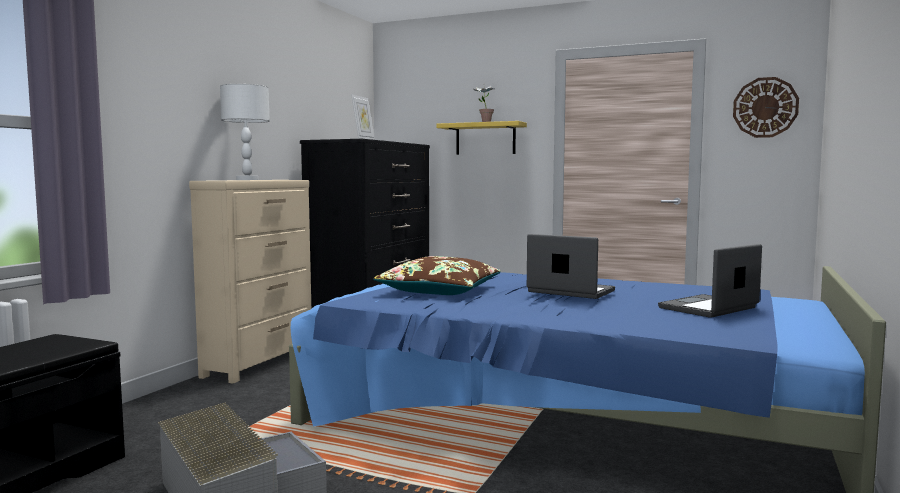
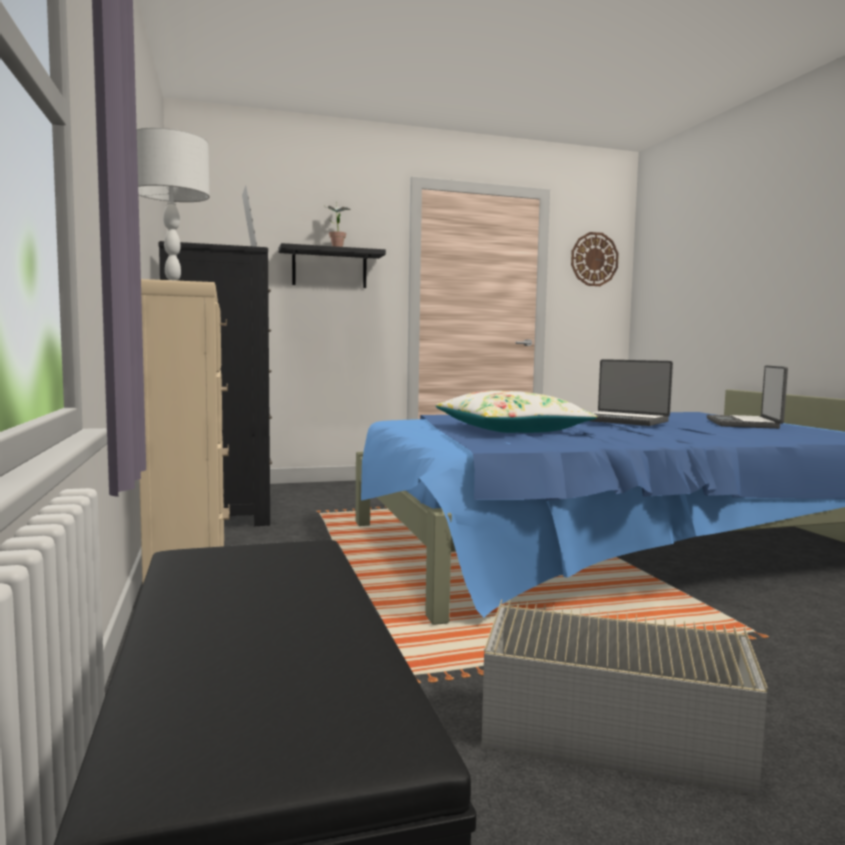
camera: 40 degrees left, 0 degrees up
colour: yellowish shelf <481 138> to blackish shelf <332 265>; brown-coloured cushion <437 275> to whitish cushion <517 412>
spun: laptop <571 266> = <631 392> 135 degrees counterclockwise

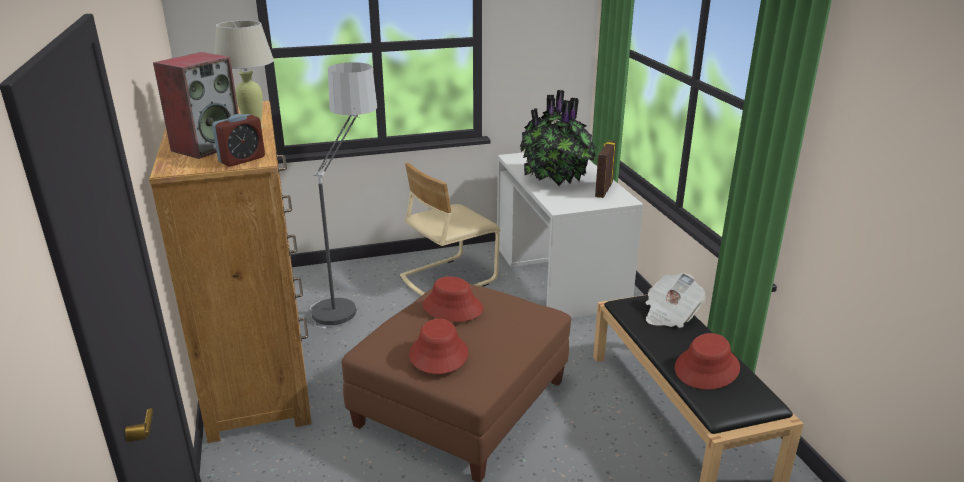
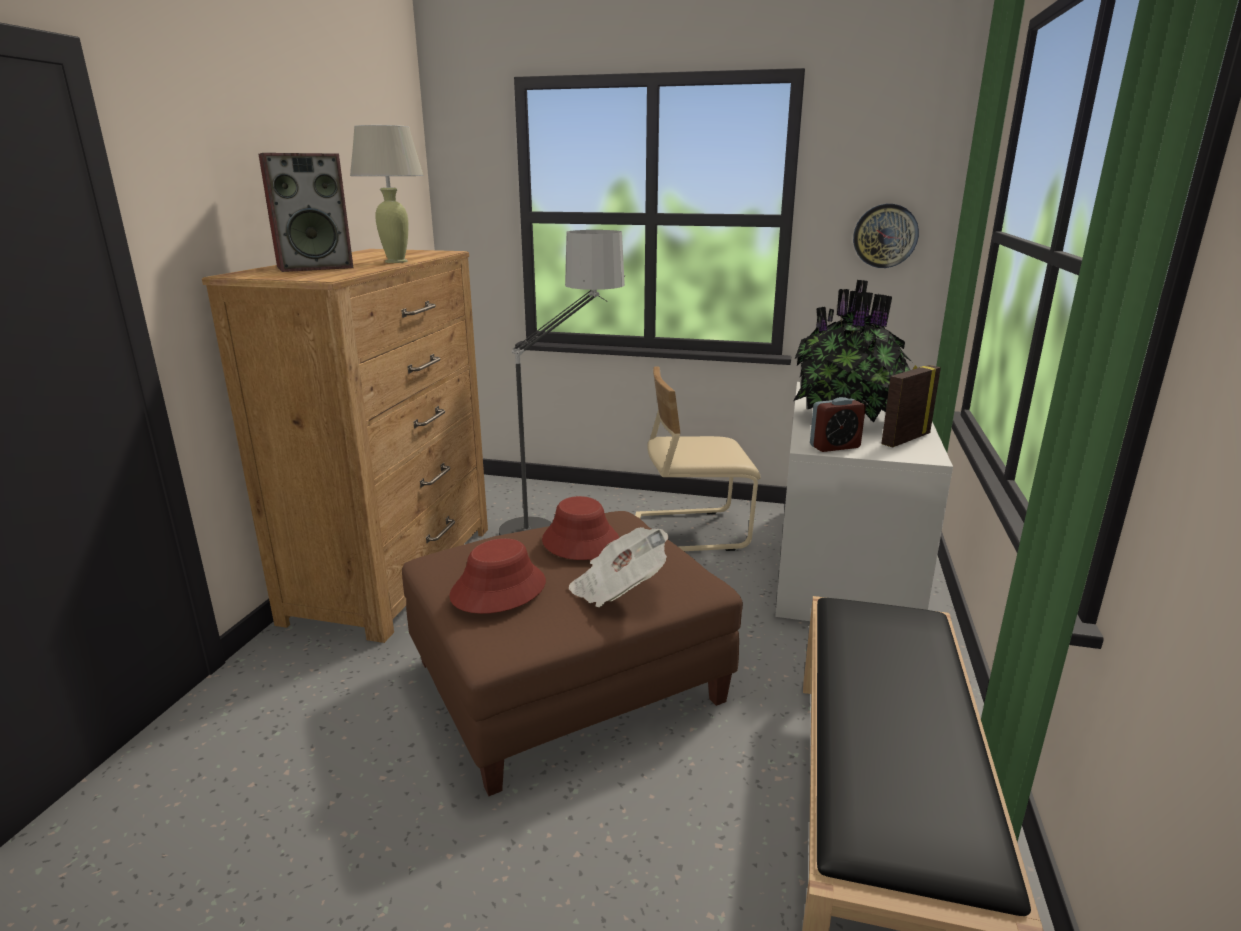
camera: 30 degrees right, 5 degrees down
missing: reddish clothing hat <707 361>
appeared: hanging clock <886 236>
relocated: table clock <238 140> to <838 424>; newspaper <676 300> to <619 567>

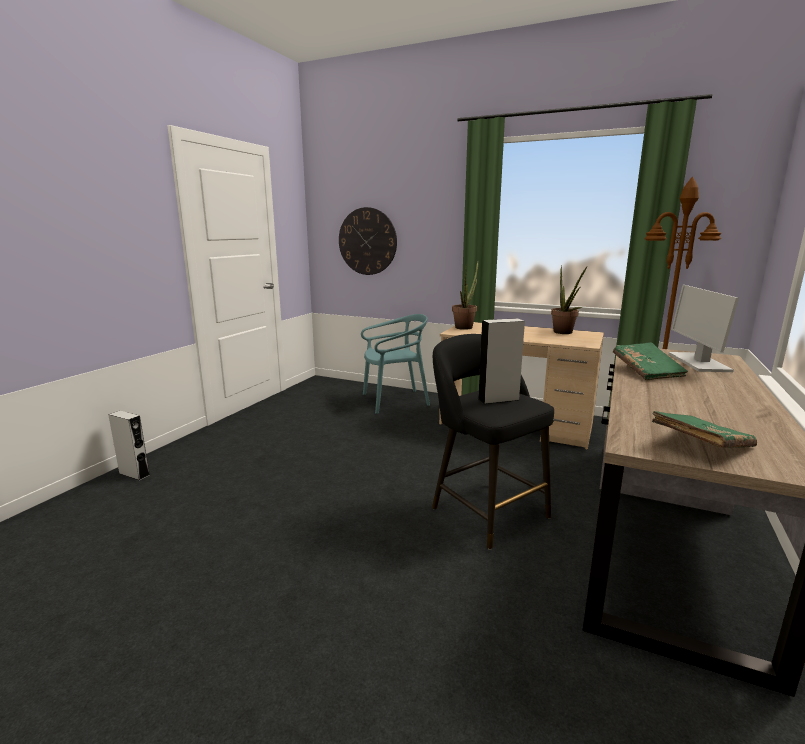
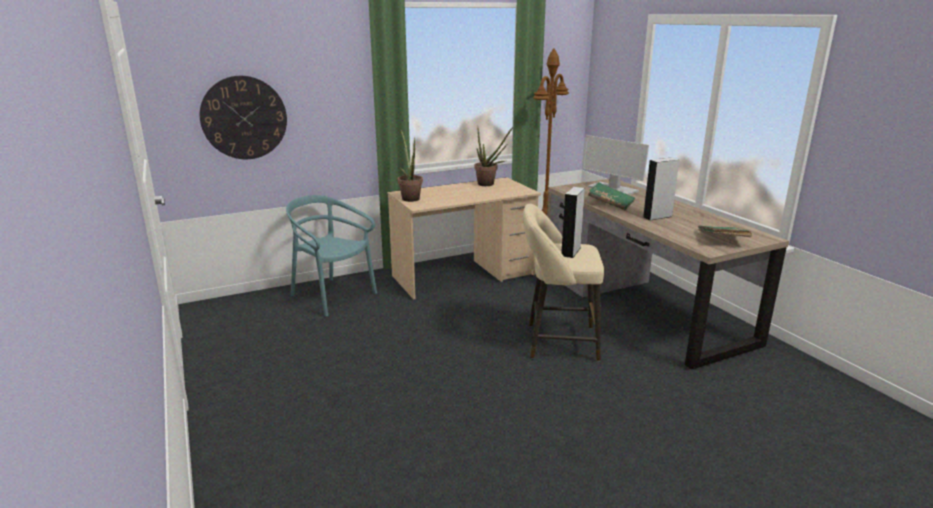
camera: 50 degrees left, 5 degrees up
relocated: grey audio speaker <129 445> to <661 189>
colour: blackish sitting stool <493 442> to beige sitting stool <563 282>
spun: turquoise plain chair <395 364> = <331 256> 75 degrees counterclockwise

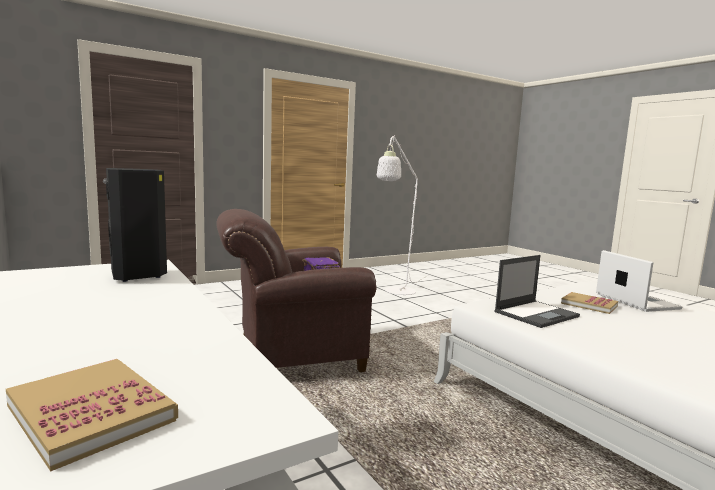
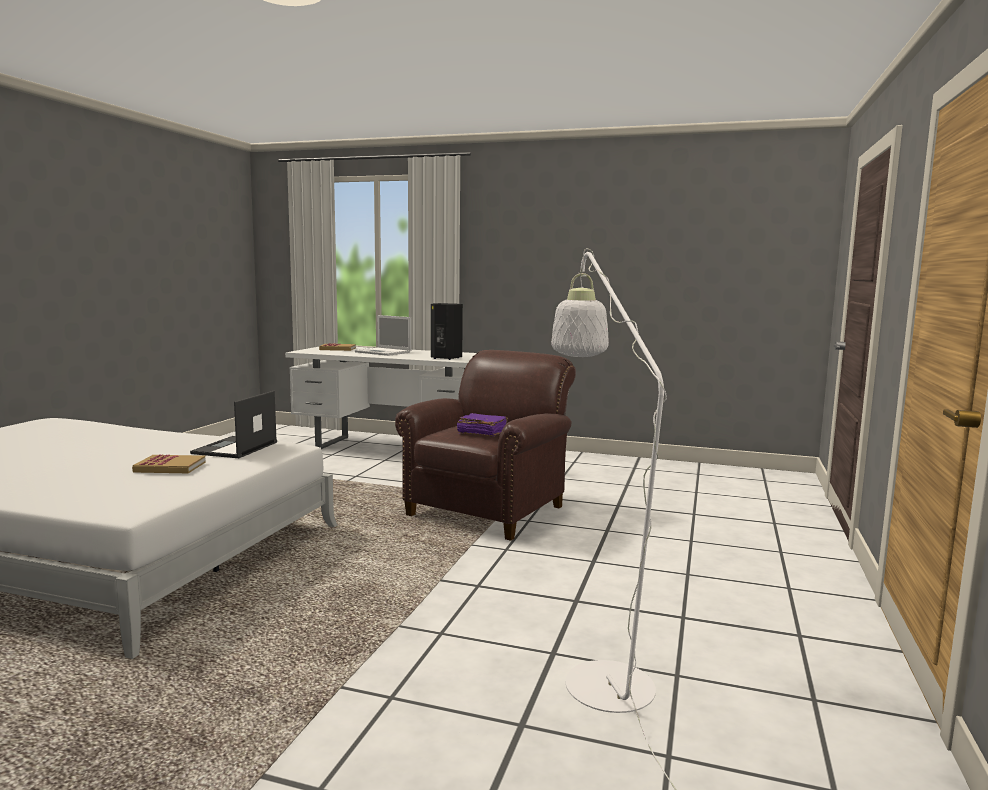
camera: 140 degrees right, 0 degrees up
relocated: laptop <639 281> to <383 335>

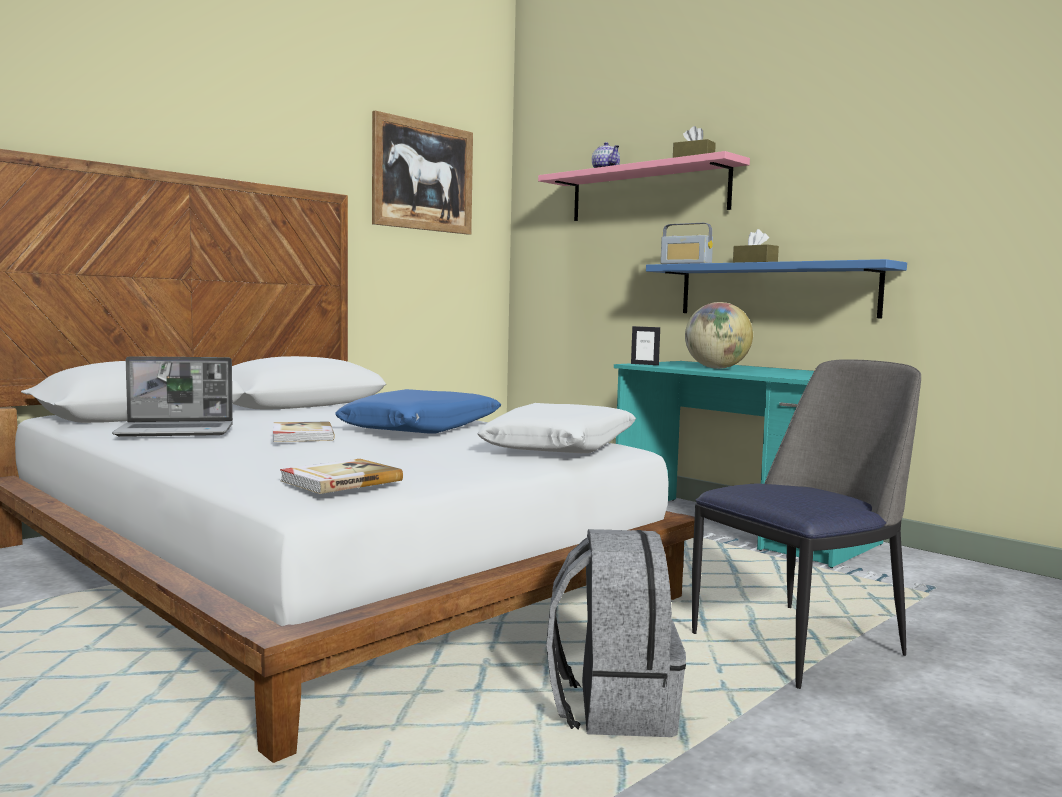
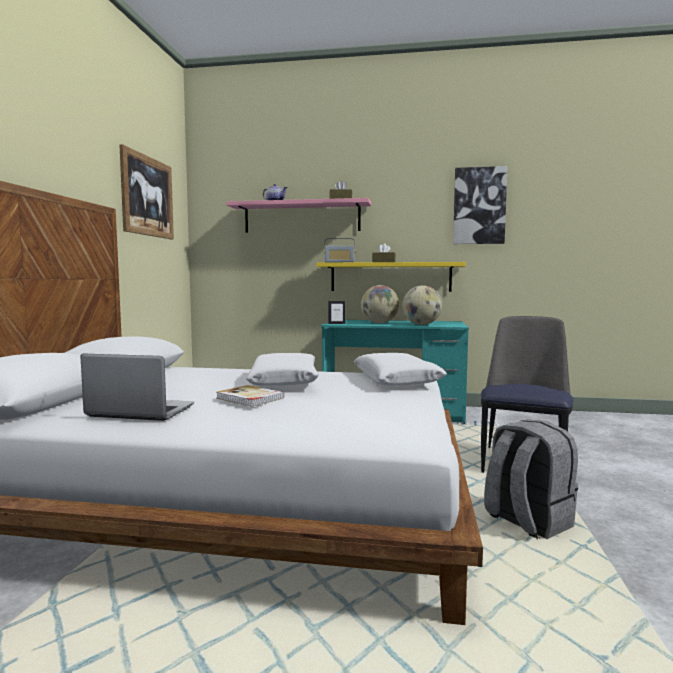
camera: 35 degrees left, 0 degrees up
missing: book <341 476>
appeared: picture <480 205>; world globe <422 305>
colour: bluish shelf <776 288> to yellowish shelf <391 277>; bluish cushion <418 411> to whitish cushion <282 369>
spun: laptop <172 396> = <137 387> 120 degrees counterclockwise

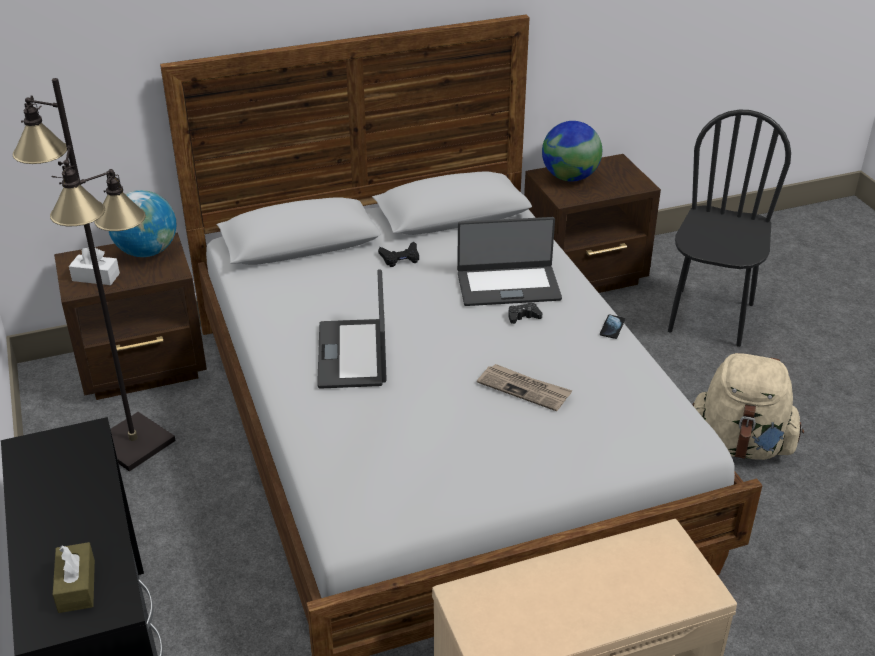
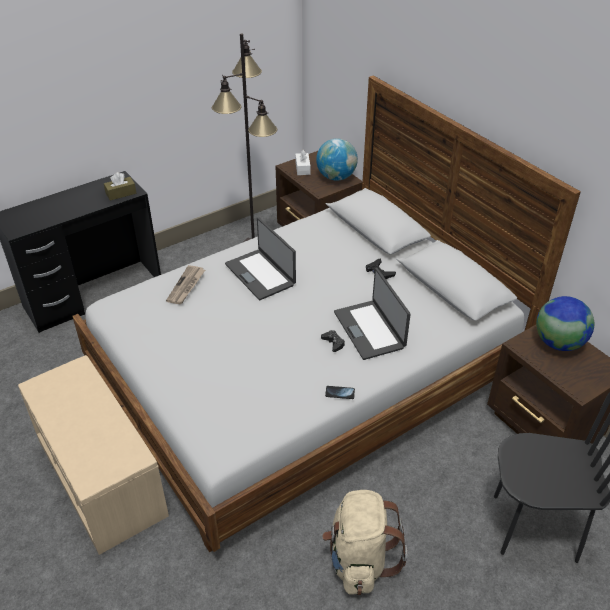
camera: 75 degrees right, 5 degrees up
relocated: newspaper <524 387> to <185 284>; brown-coloured tissue holder <74 577> to <120 186>
spun: laptop <352 329> = <260 258> 105 degrees counterclockwise

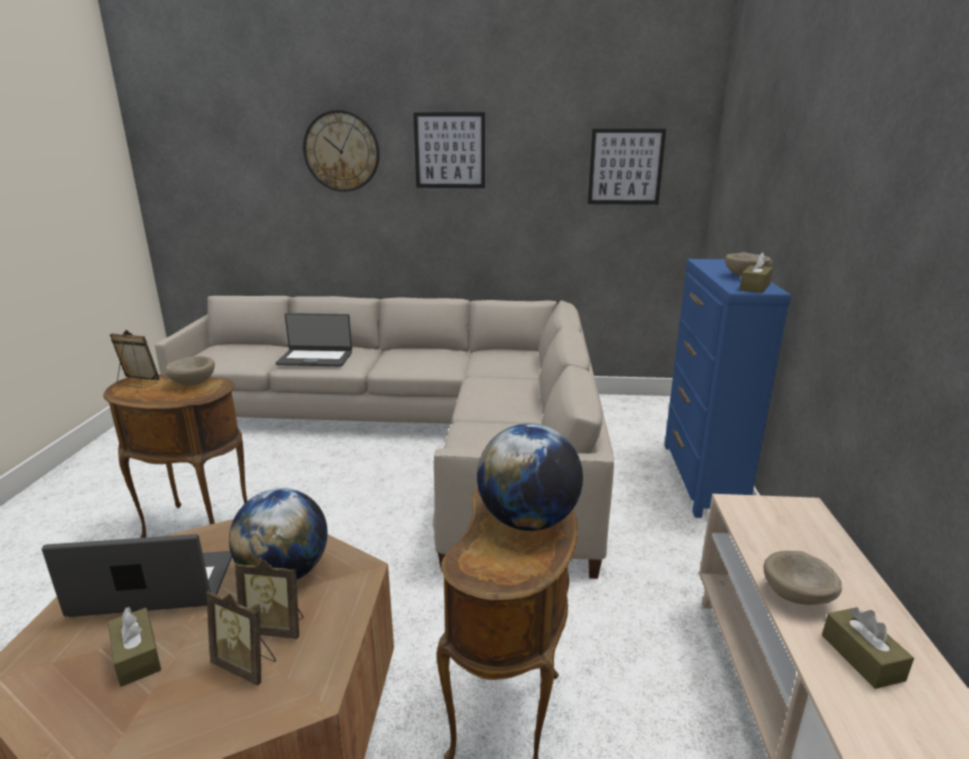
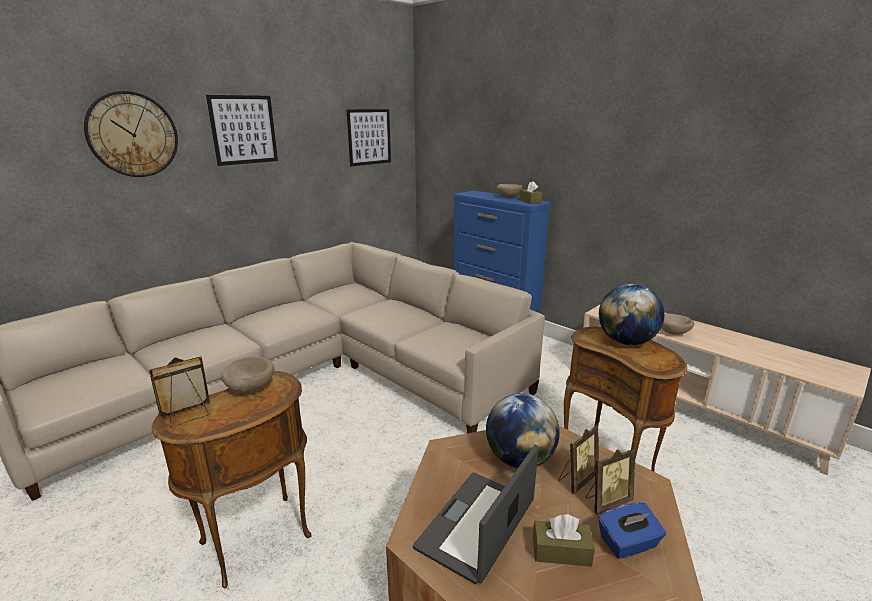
camera: 50 degrees left, 0 degrees up
missing: laptop <314 339>; brown-coloured tissue holder <868 648>
appeared: bluish tissue holder <632 530>

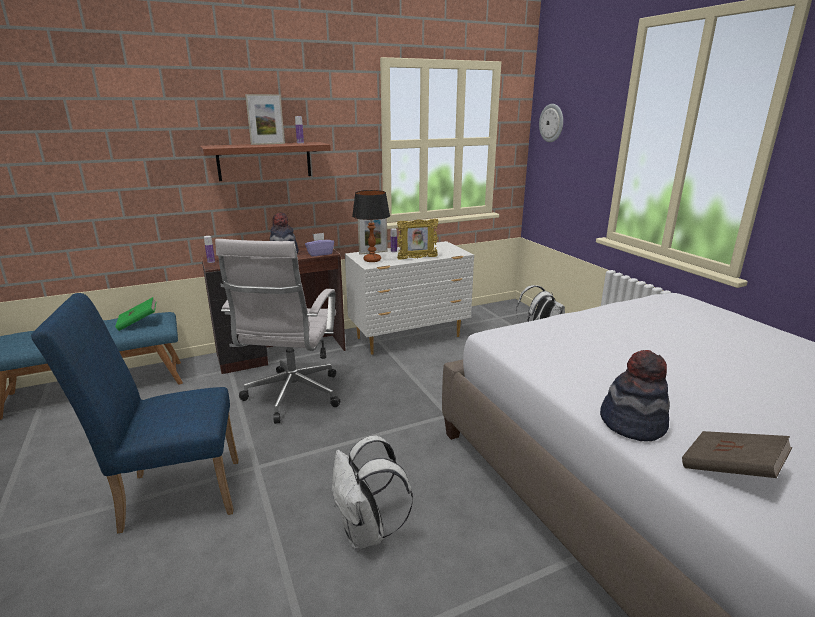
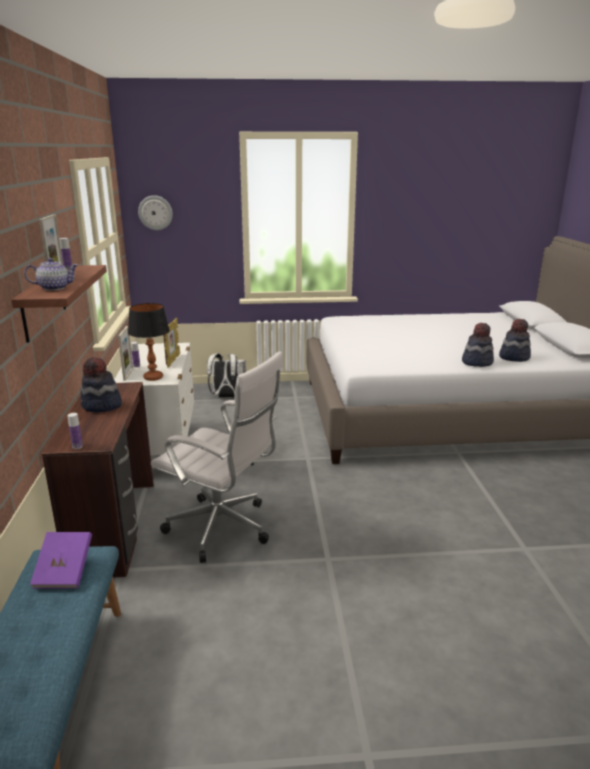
camera: 70 degrees left, 0 degrees up
missing: purple-coloured tissue holder <319 244>; bluish plain chair <134 413>; whitish rucksack <372 492>
appeared: pot for tea <51 274>
exchanged: brown-coloured book <737 454> to clothing hat <515 340>
colour: greenish book <136 314> to purple-coloured book <61 560>

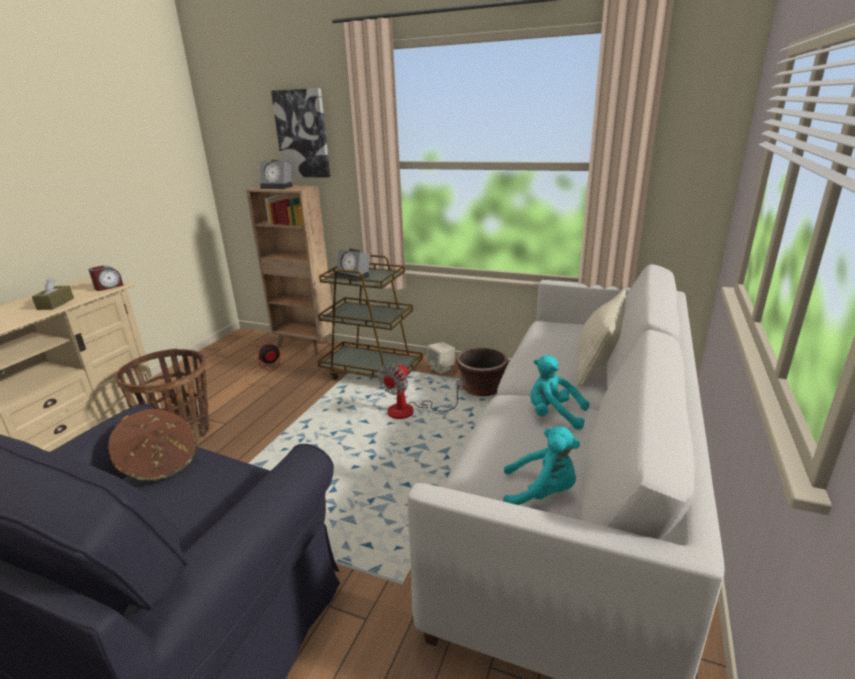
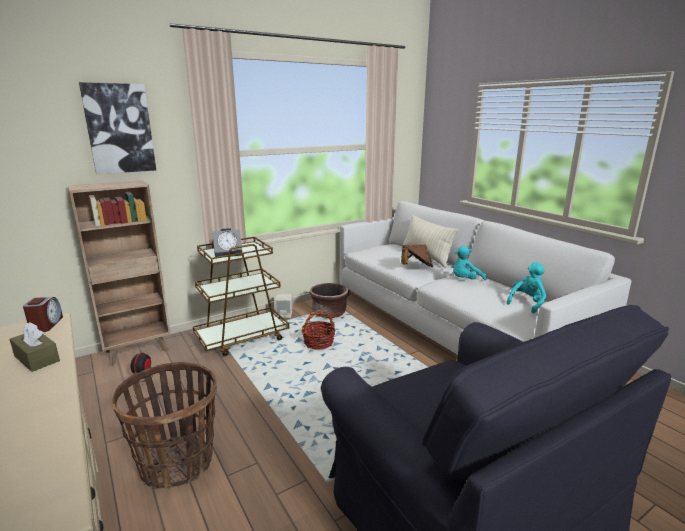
camera: 55 degrees left, 5 degrees down
missing: table clock <276 174>
relocated: brown-coloured clothing hat <152 445> to <417 256>
exchanged: electric fan <420 391> to basket <319 330>

